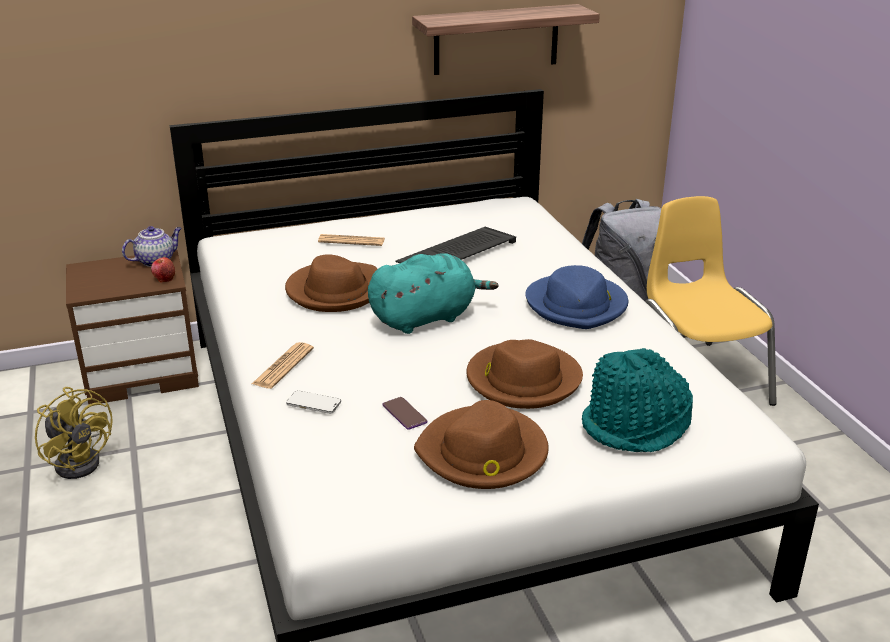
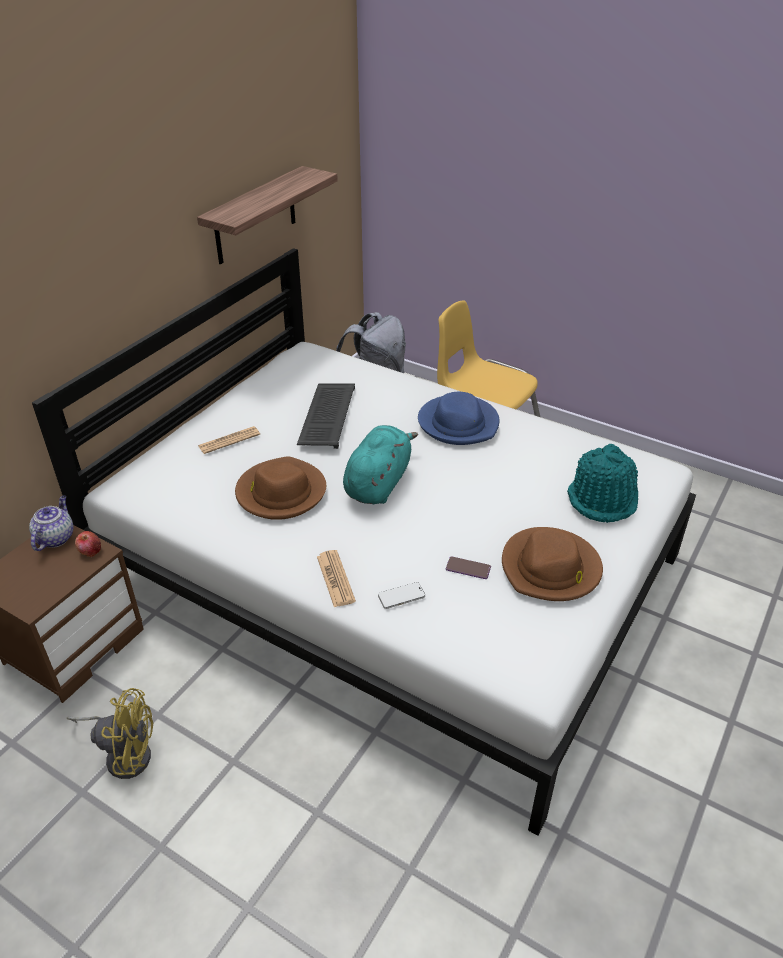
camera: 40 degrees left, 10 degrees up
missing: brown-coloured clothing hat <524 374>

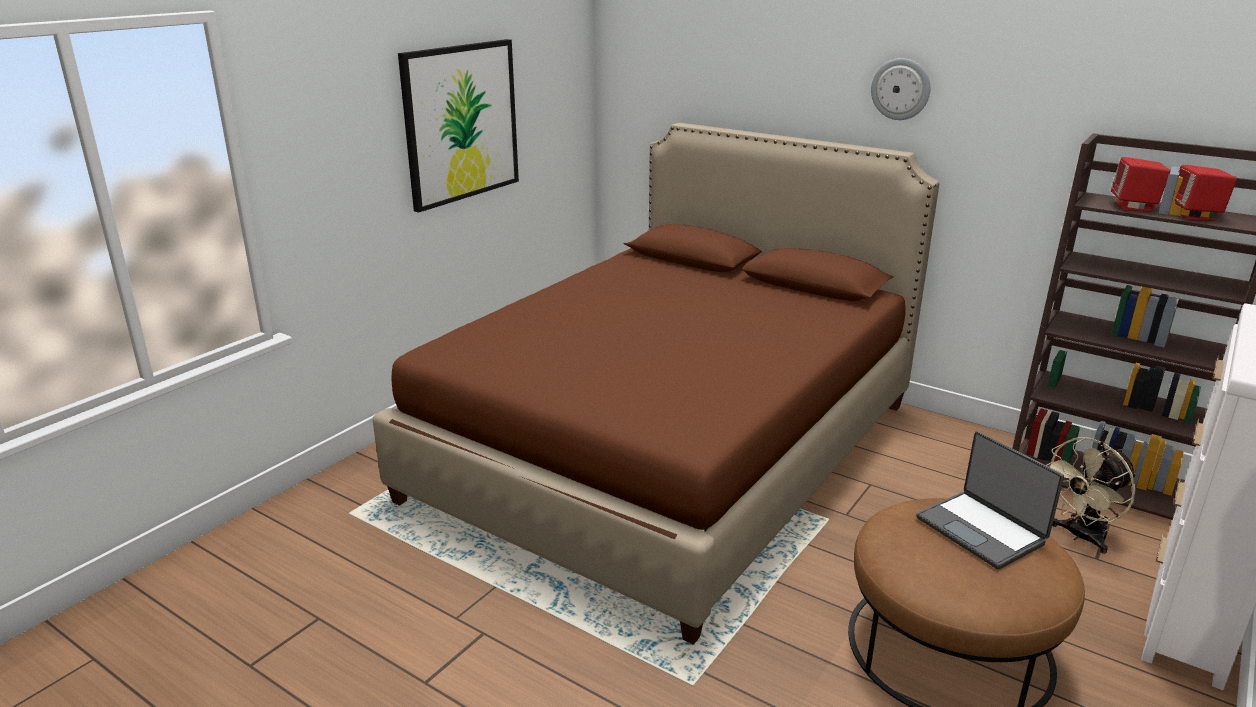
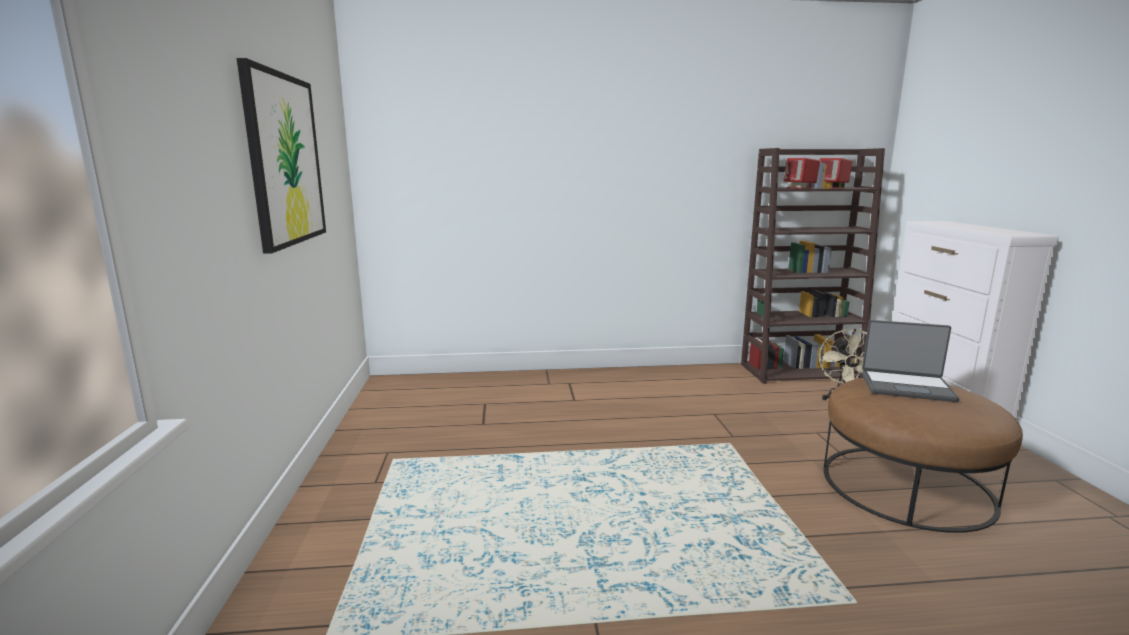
camera: 40 degrees left, 10 degrees down
missing: hanging clock <900 89>; brown-coloured bed <656 384>

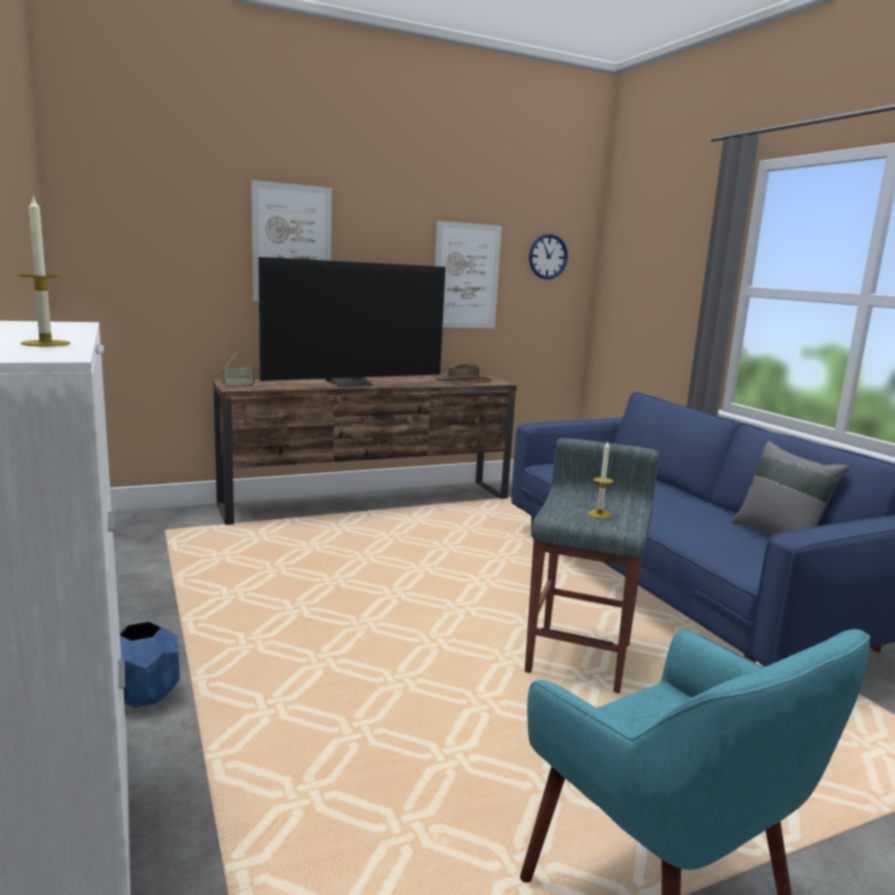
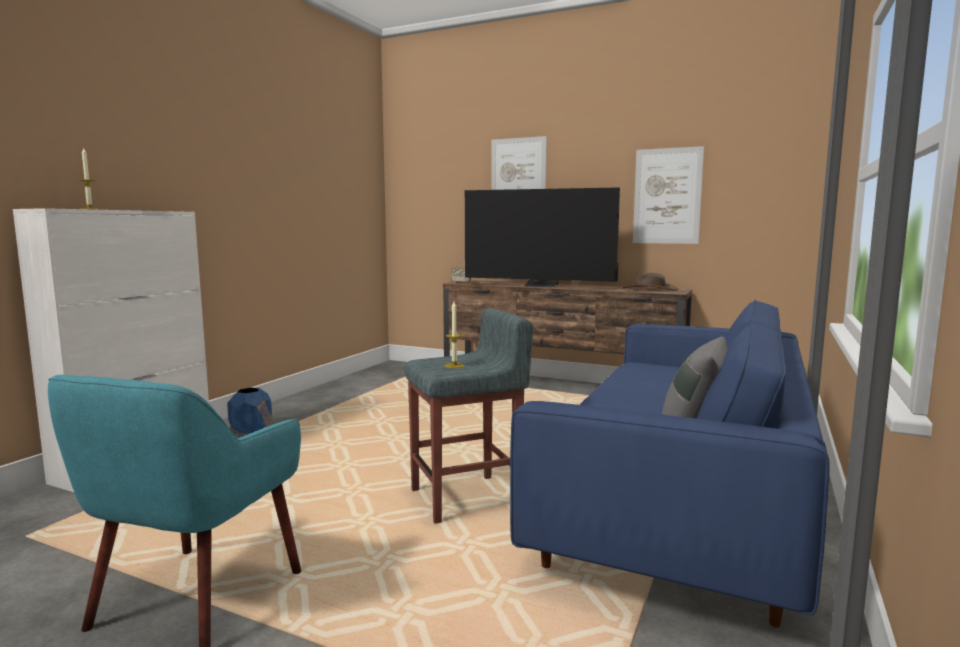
camera: 50 degrees right, 5 degrees down
missing: hanging clock <548 257>

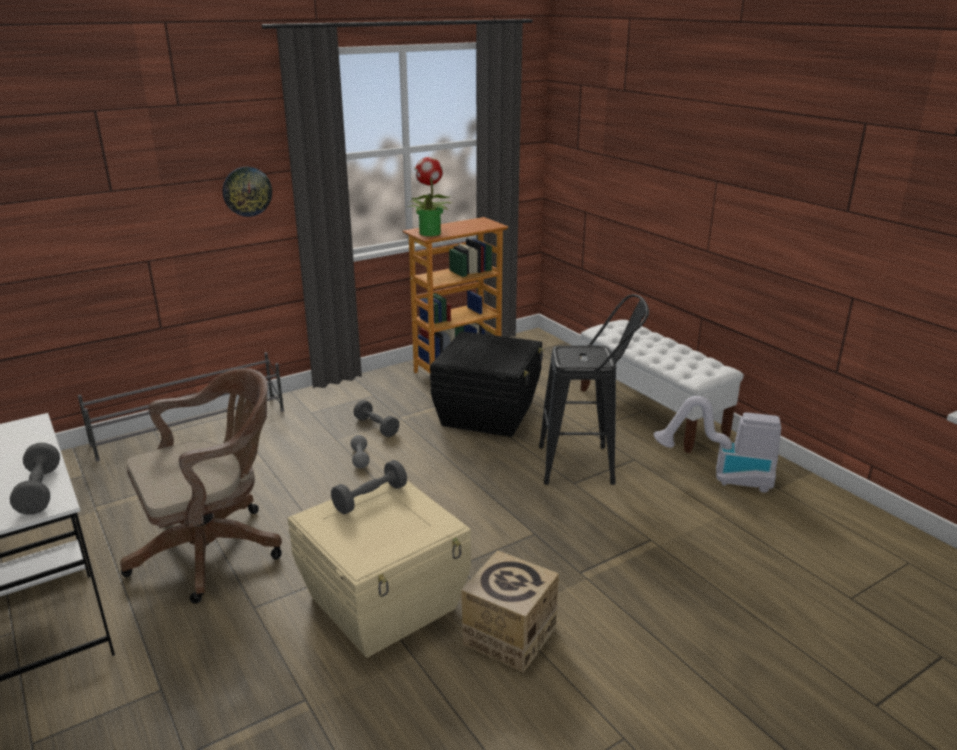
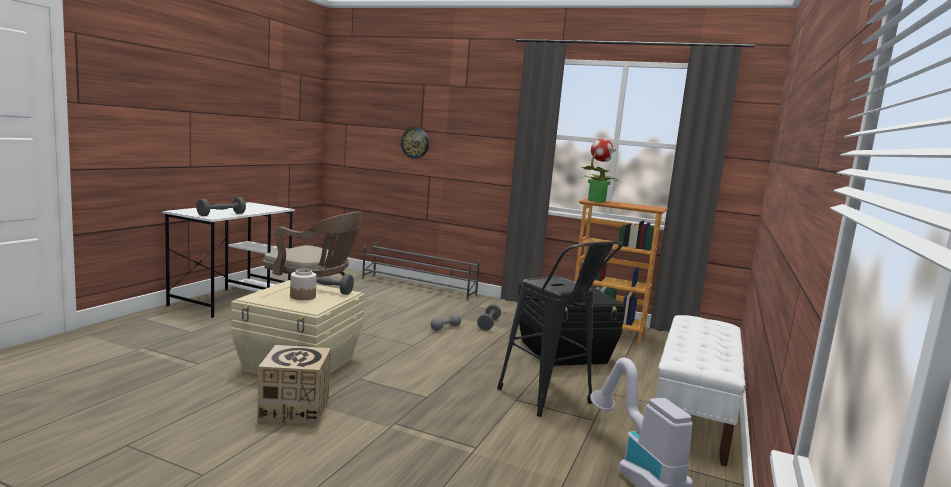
camera: 55 degrees right, 15 degrees down
appeared: preserve jar <303 284>
relocated: hanging clock <247 191> to <415 143>

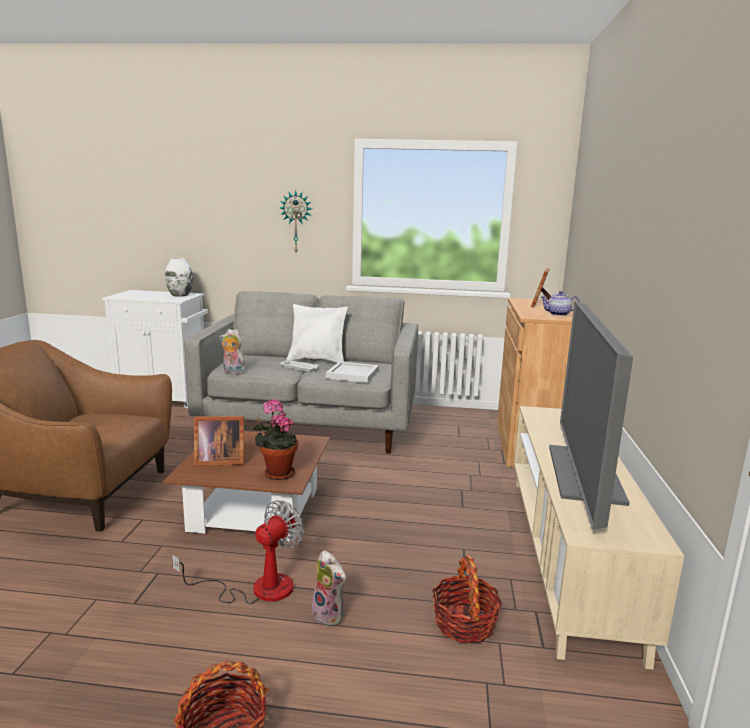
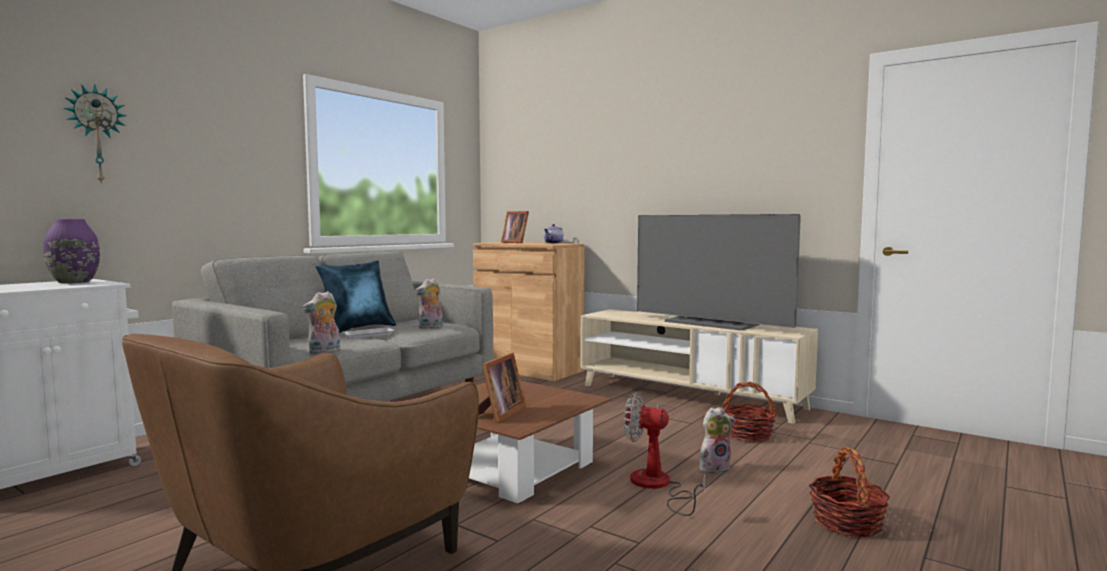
camera: 60 degrees left, 10 degrees down
missing: potted plant <275 439>
relocated: hanging clock <296 221> to <95 134>
exchanged: whitish tray <352 372> to soft toy <429 303>
colour: whitish flower vase <179 277> to purple-coloured flower vase <72 251>; whitish cushion <317 333> to bluish cushion <356 296>
spun: electric fan <238 552> = <664 454> 45 degrees counterclockwise

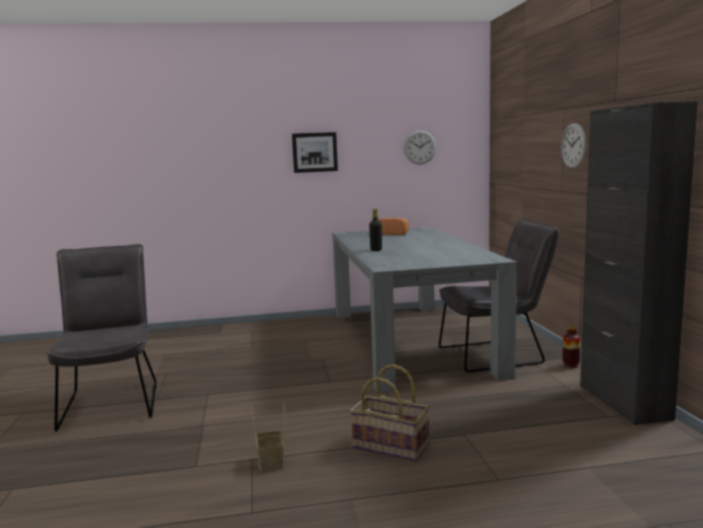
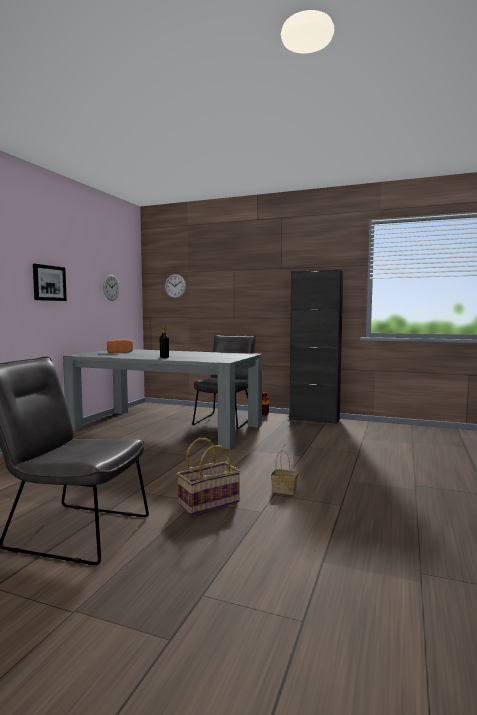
camera: 60 degrees left, 5 degrees down
relocated: hanging clock <573 146> to <175 286>; basket <389 412> to <208 476>

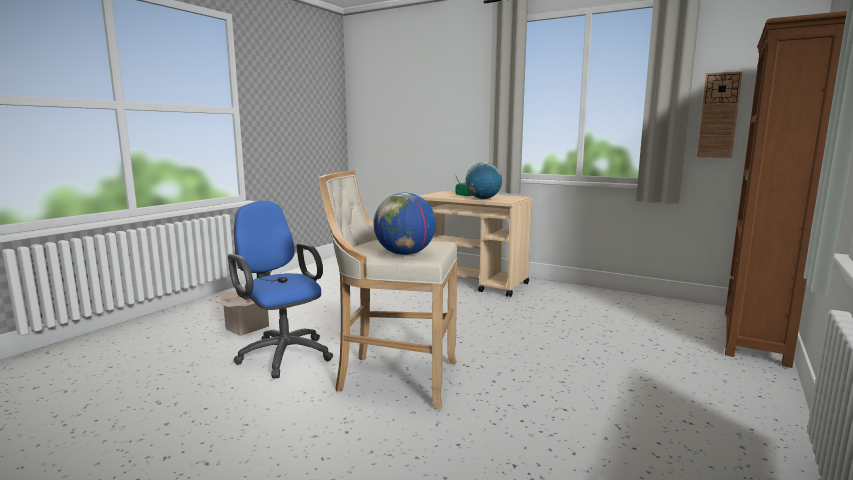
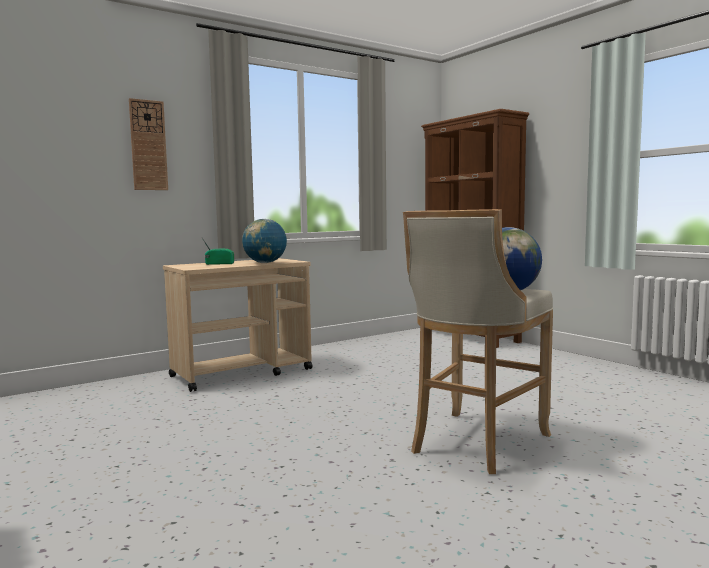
camera: 65 degrees left, 5 degrees down
missing: bluish computer chair <280 289>; cardboard box <242 313>
relocated: hanging clock <720 114> to <148 144>

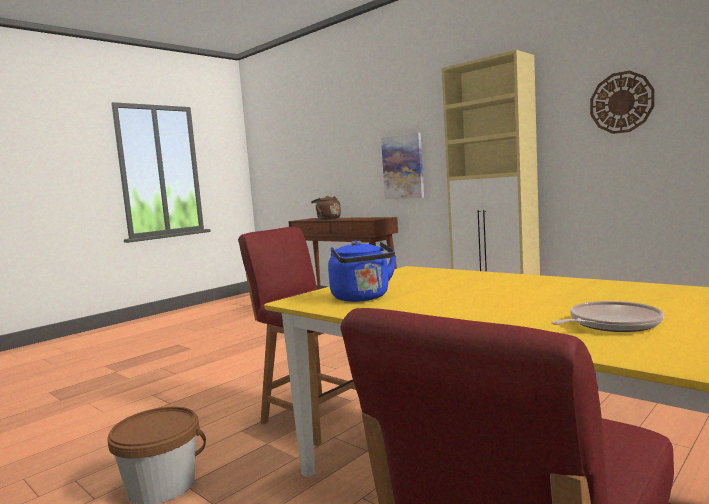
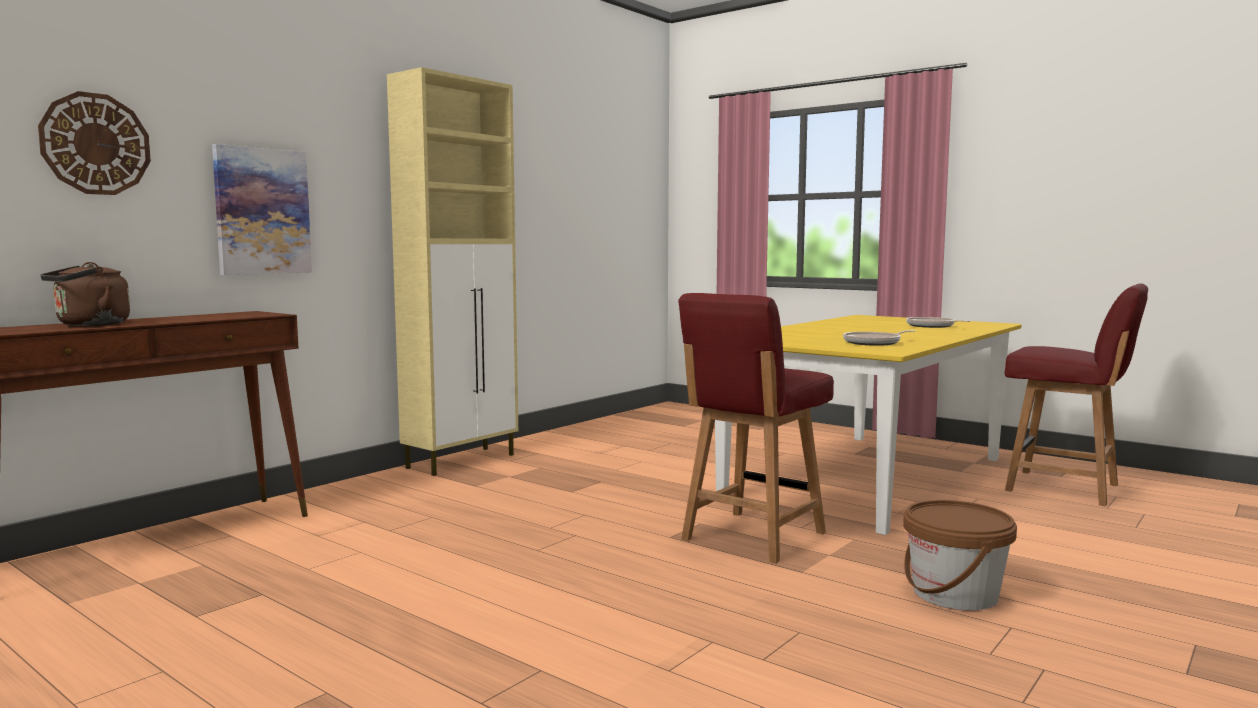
camera: 95 degrees left, 0 degrees up
relocated: hanging clock <622 102> to <94 143>
exchanged: bluish kettle <362 271> to frying pan <879 338>

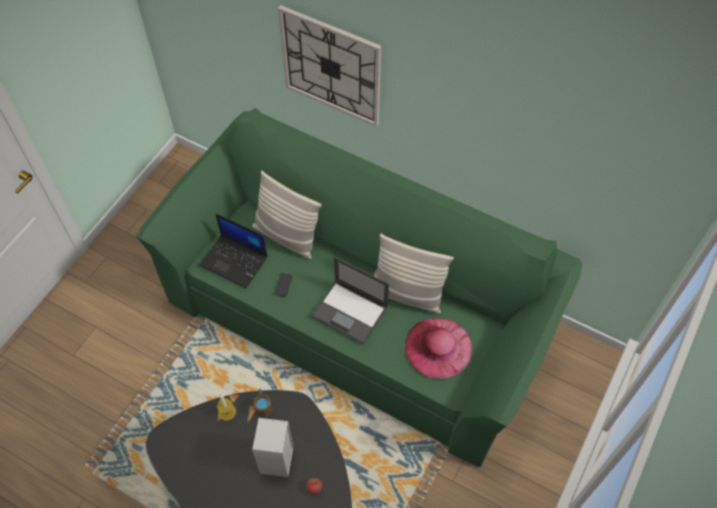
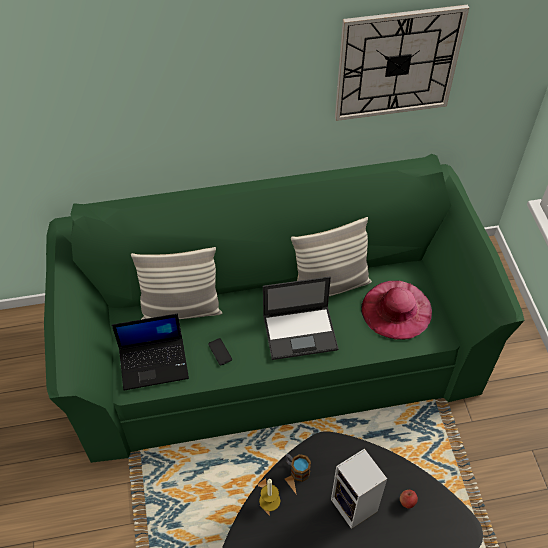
camera: 40 degrees left, 5 degrees down
relocated: hanging clock <329 66> to <402 63>

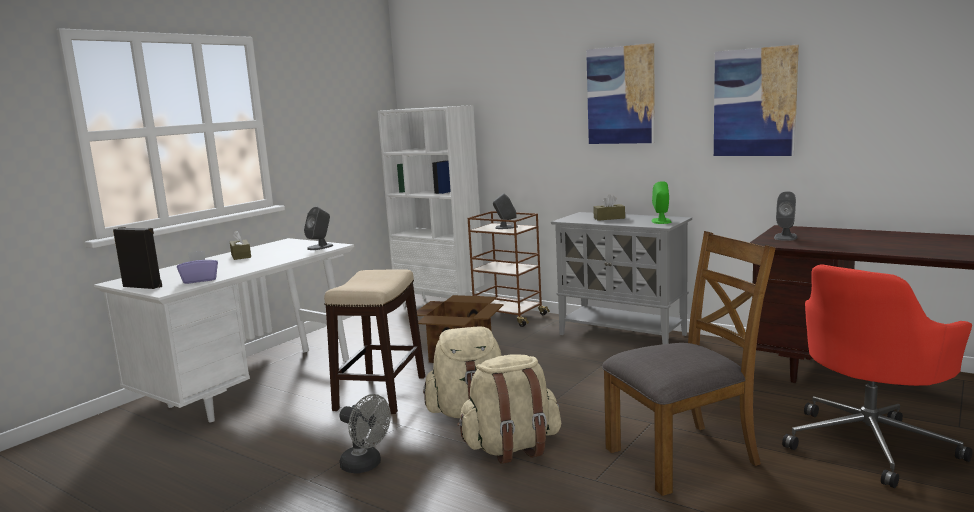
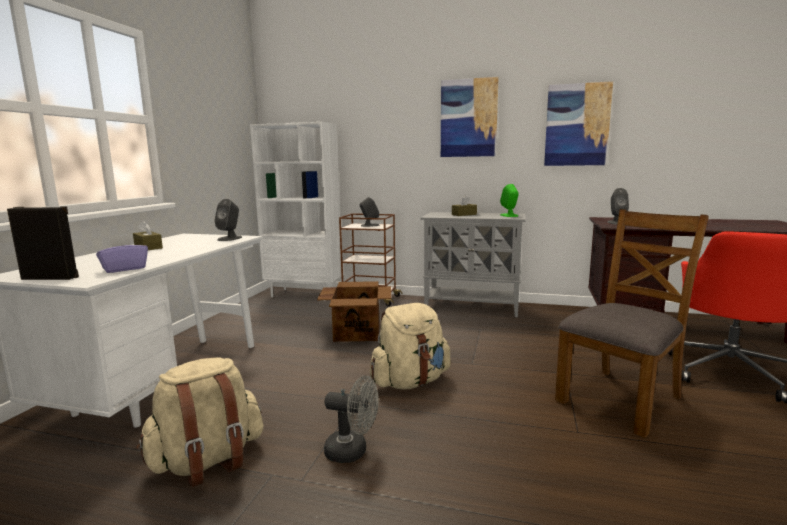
camera: 20 degrees left, 0 degrees up
missing: sitting stool <374 341>
relocated: beige rucksack <509 409> to <199 422>

